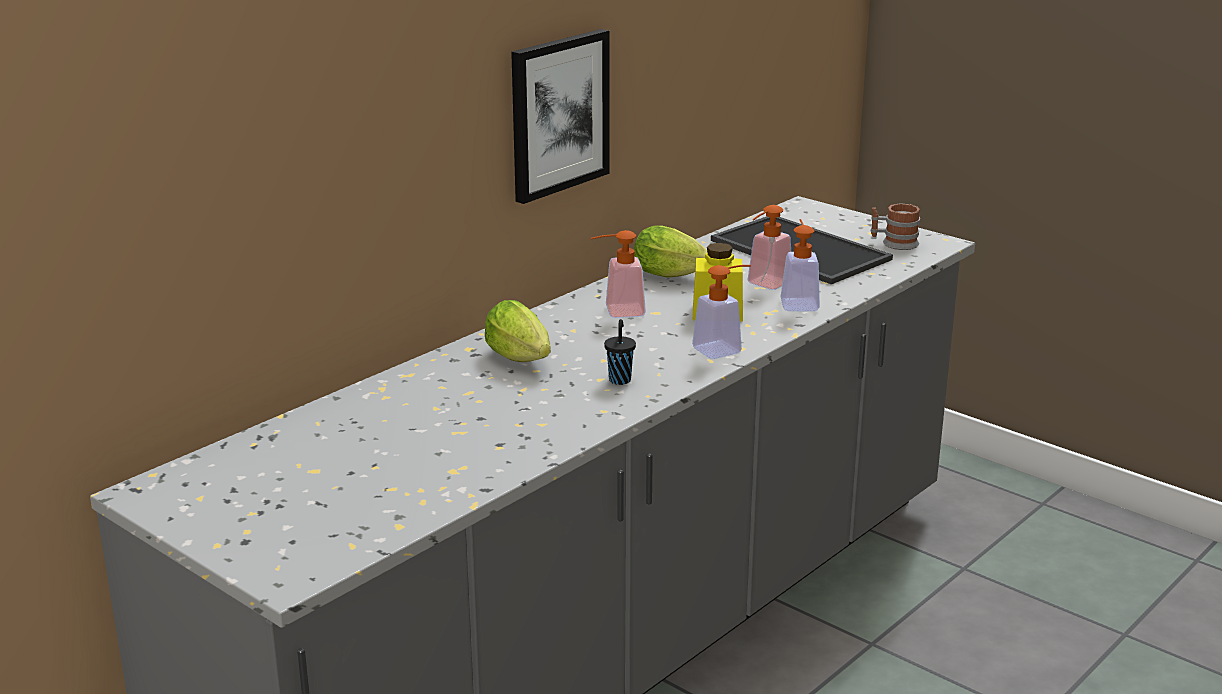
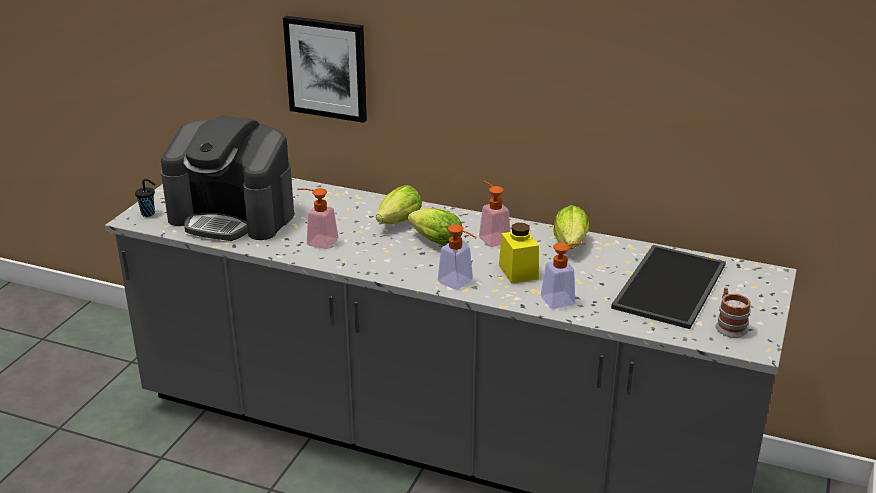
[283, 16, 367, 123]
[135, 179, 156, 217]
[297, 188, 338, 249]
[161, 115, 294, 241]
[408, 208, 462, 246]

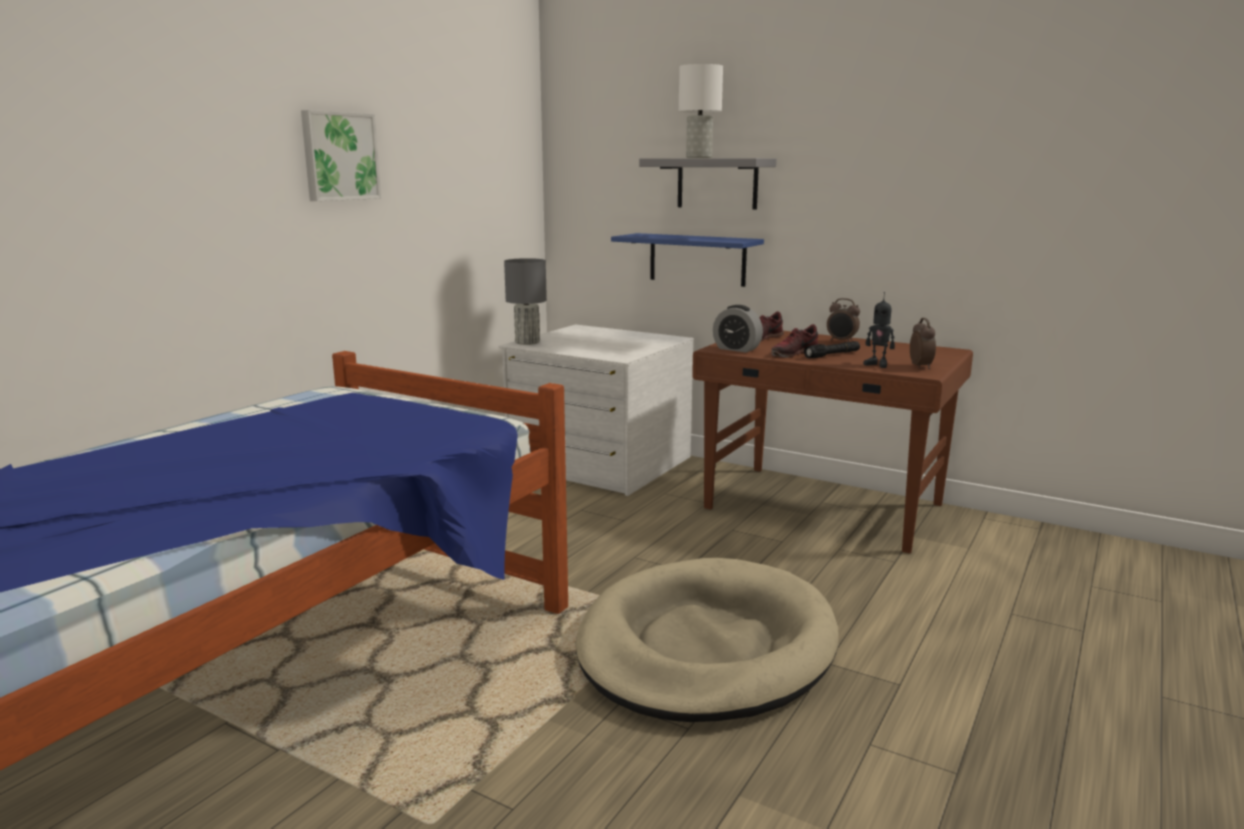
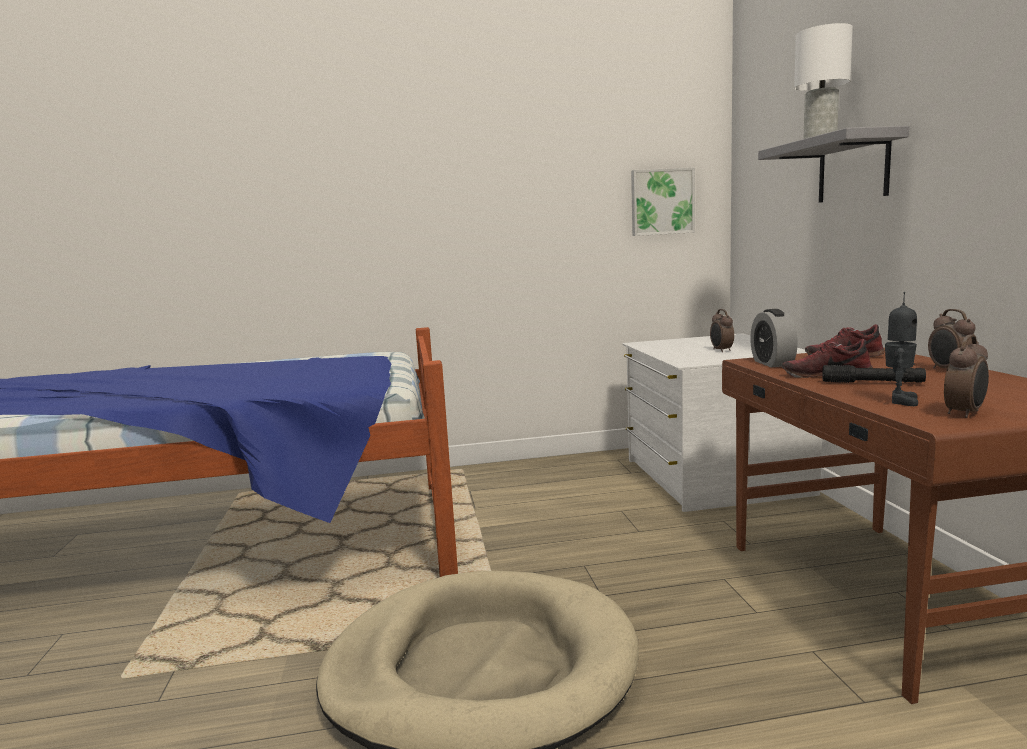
[631, 167, 695, 236]
[504, 258, 547, 345] (first image)
[611, 233, 764, 287] (first image)
[885, 292, 918, 406]
[710, 309, 734, 352]

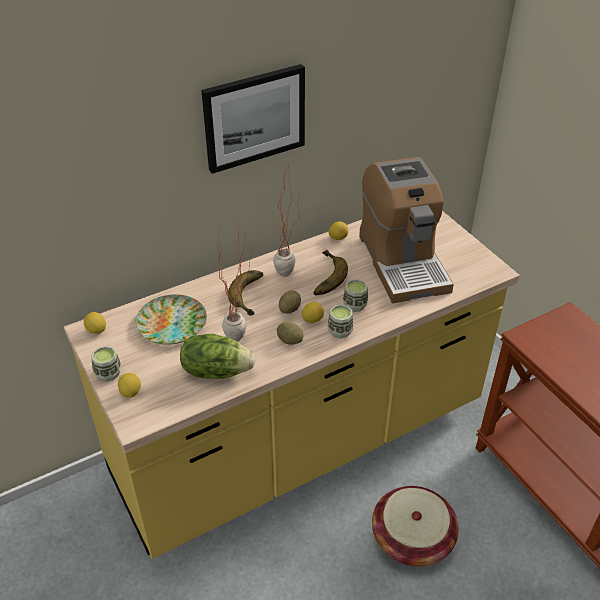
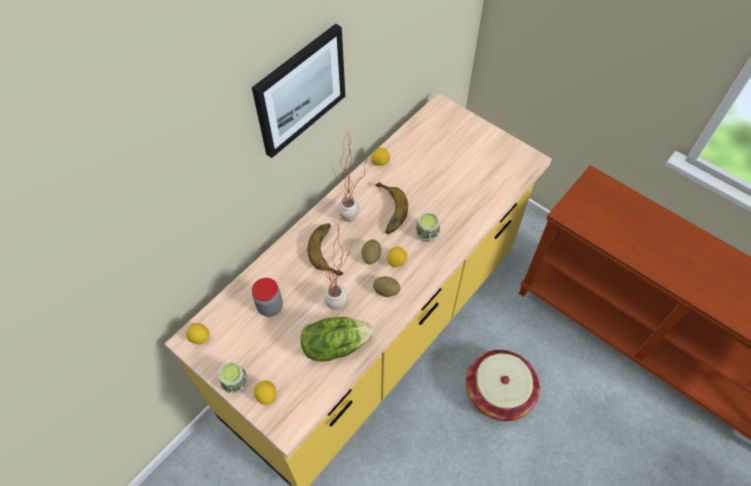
[252, 278, 283, 317]
[328, 304, 353, 339] (first image)
[359, 157, 454, 304] (first image)

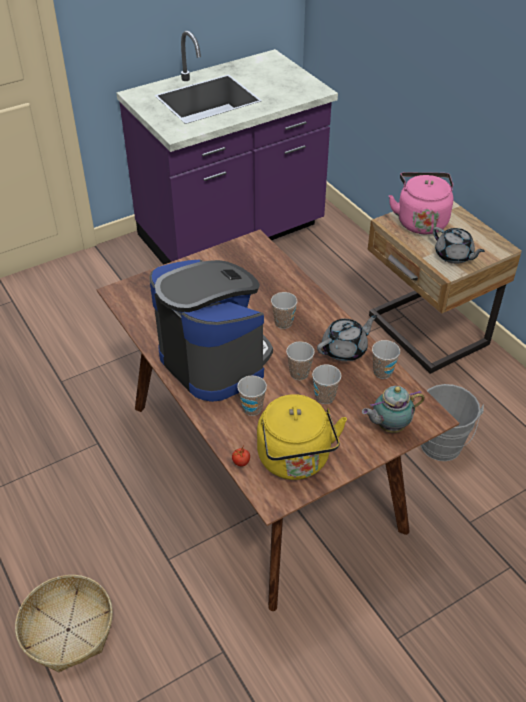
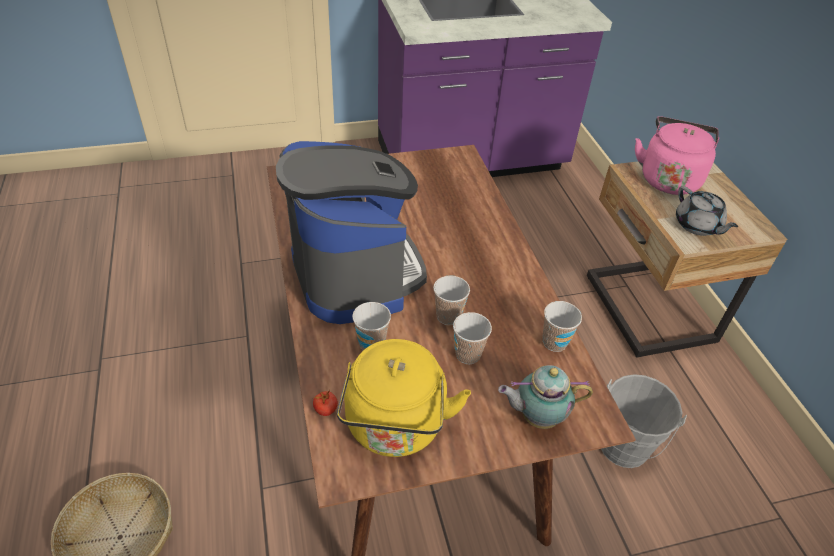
[271, 292, 297, 329] (first image)
[317, 315, 377, 361] (first image)

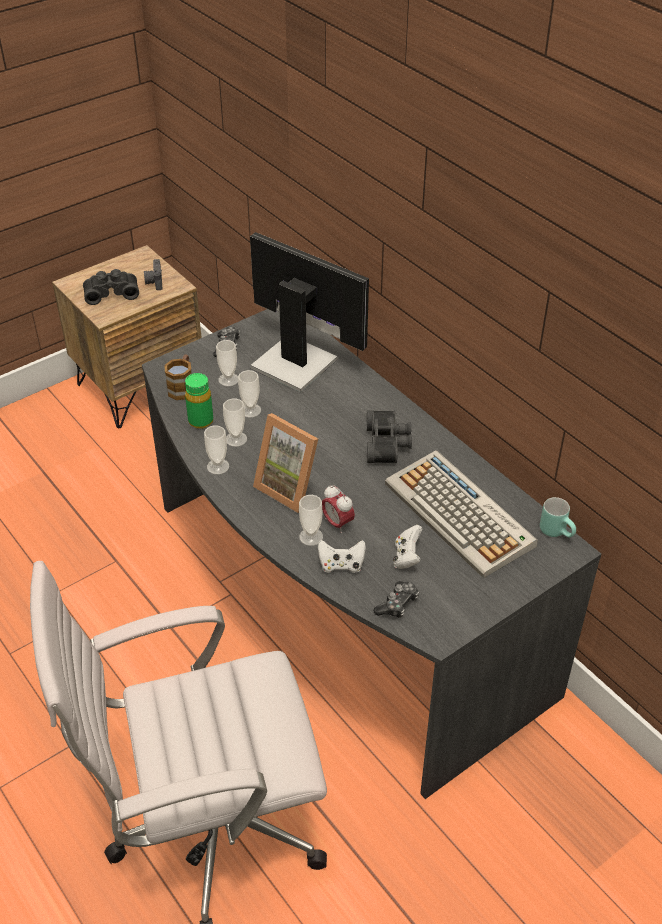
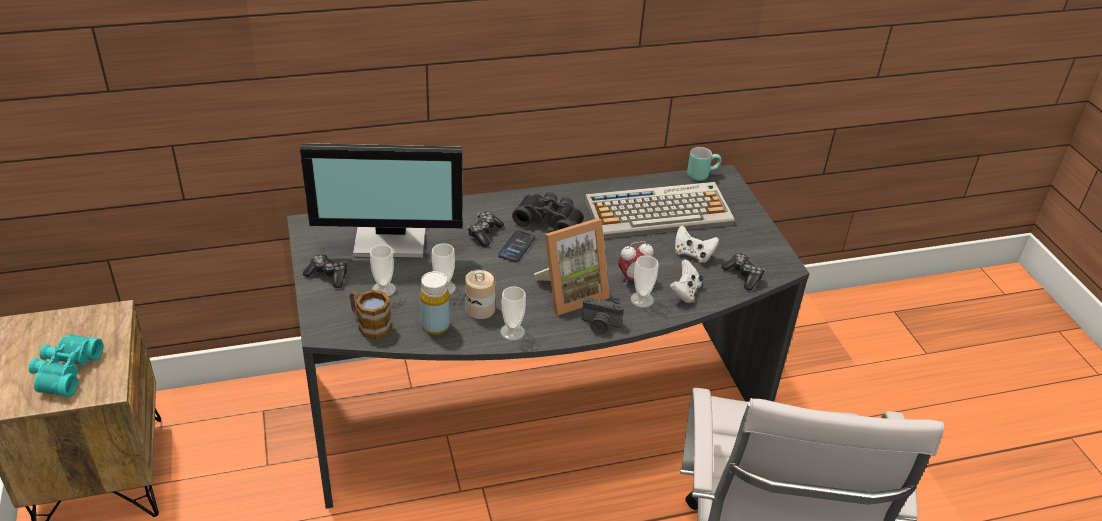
[29, 334, 103, 397]
[582, 297, 624, 334]
[420, 271, 450, 334]
[465, 269, 496, 319]
[300, 143, 463, 258]
[467, 211, 504, 247]
[498, 231, 535, 262]

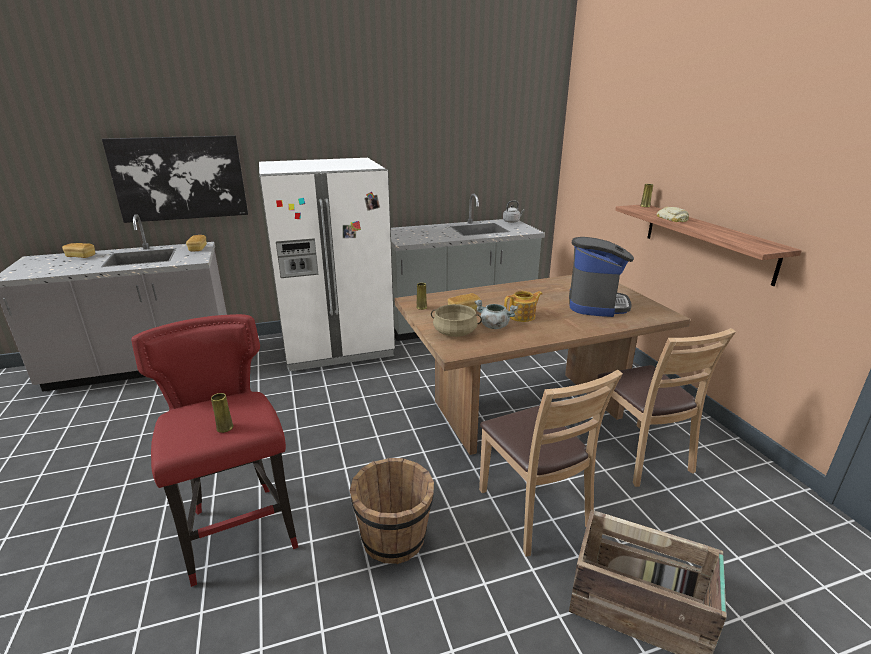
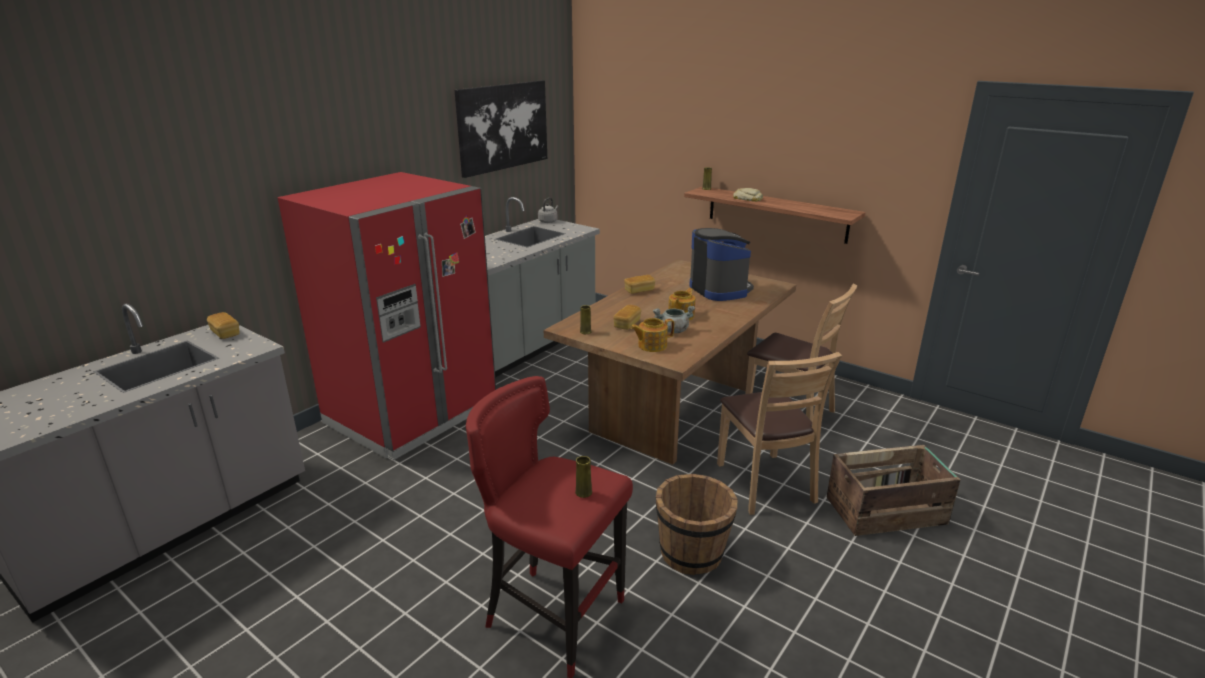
[624, 275, 655, 294]
[455, 80, 547, 178]
[278, 172, 496, 460]
[631, 318, 674, 352]
[717, 352, 842, 515]

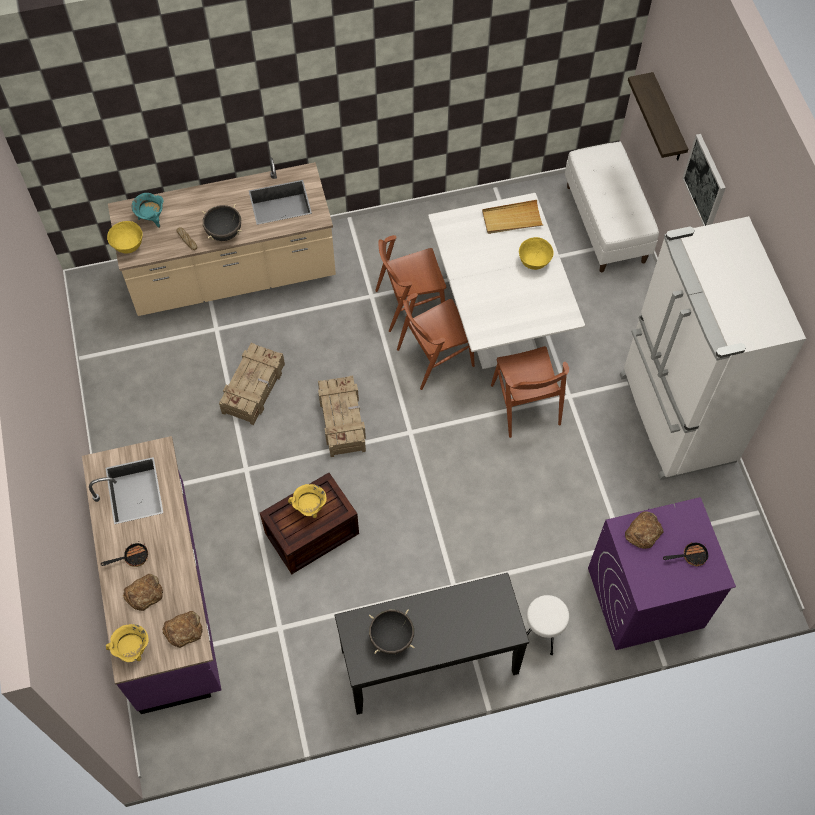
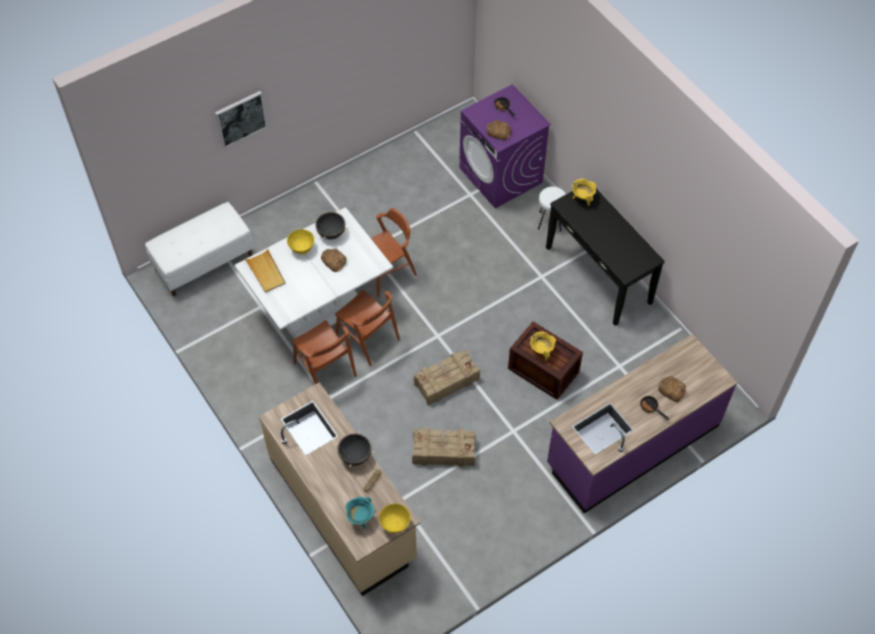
[572, 179, 596, 206]
[321, 248, 346, 272]
[313, 210, 348, 240]
[620, 216, 806, 480] (first image)
[628, 72, 688, 161] (first image)

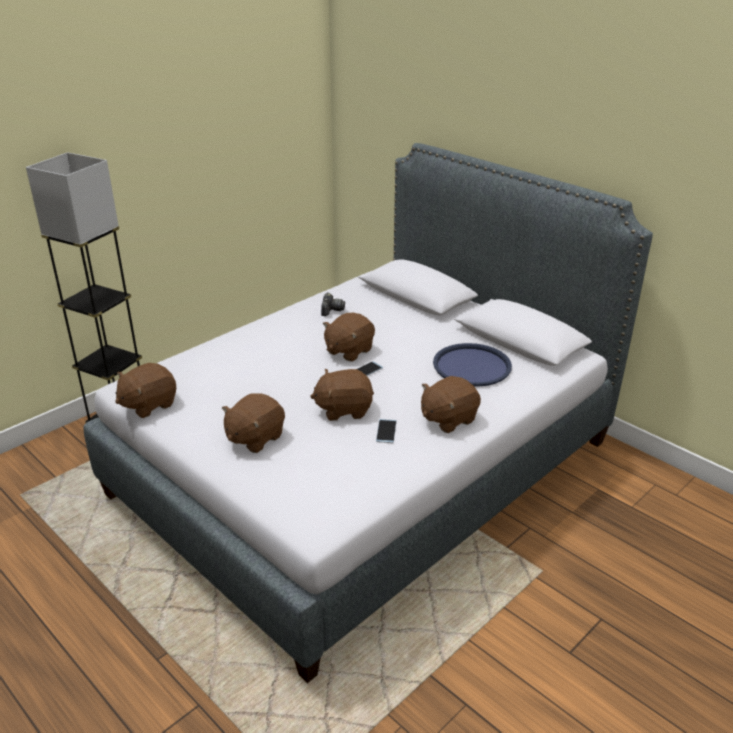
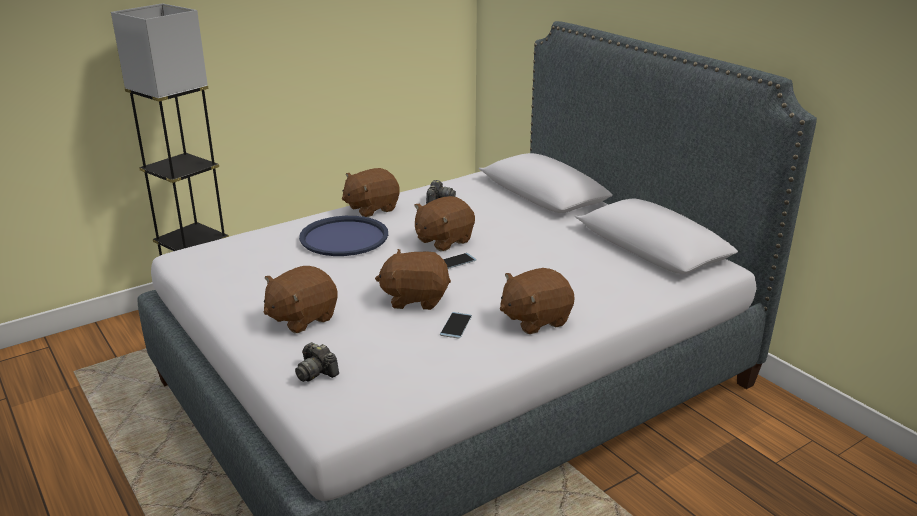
[342, 168, 399, 217]
[299, 216, 388, 256]
[295, 342, 339, 382]

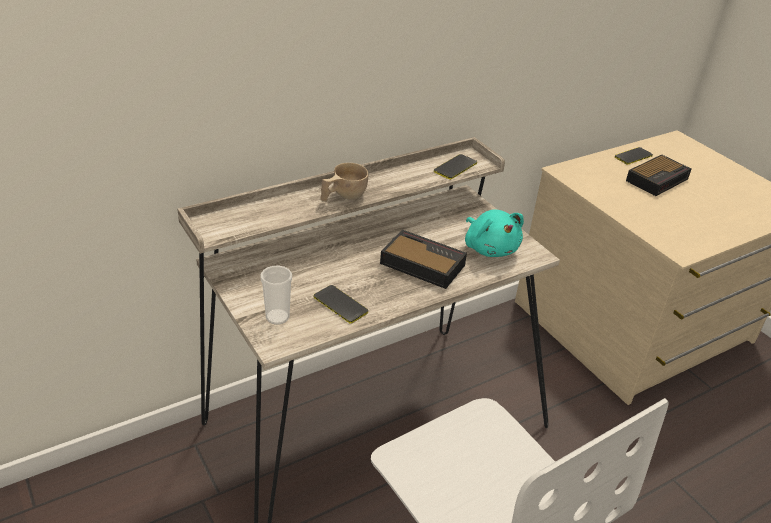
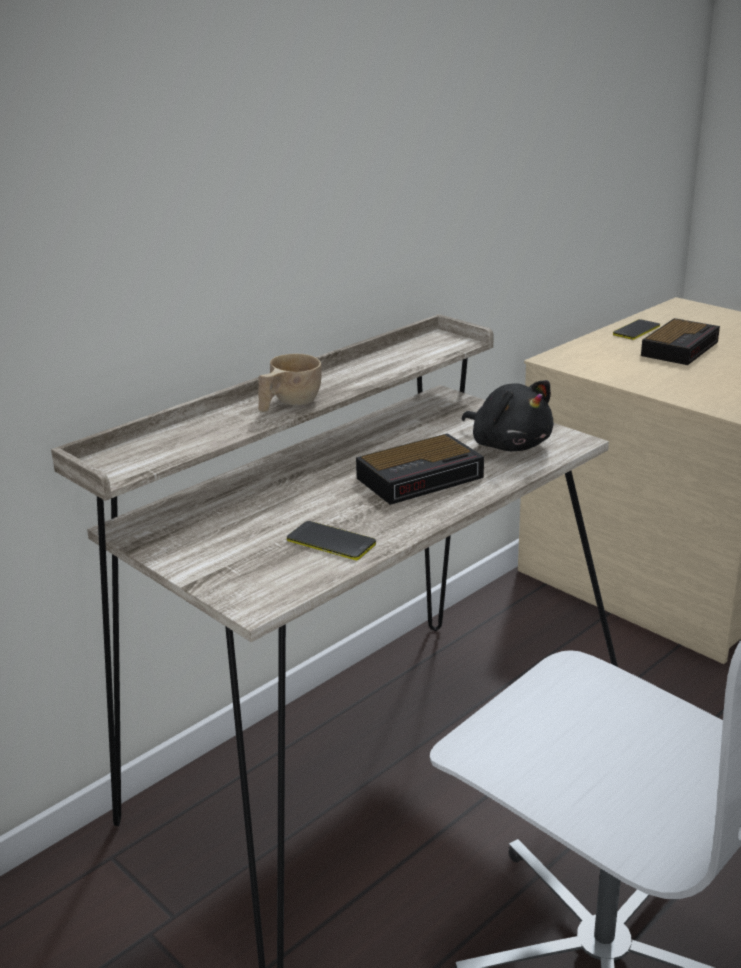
[260, 265, 292, 325] (first image)
[356, 433, 484, 505]
[434, 154, 477, 180] (first image)
[462, 380, 554, 451]

